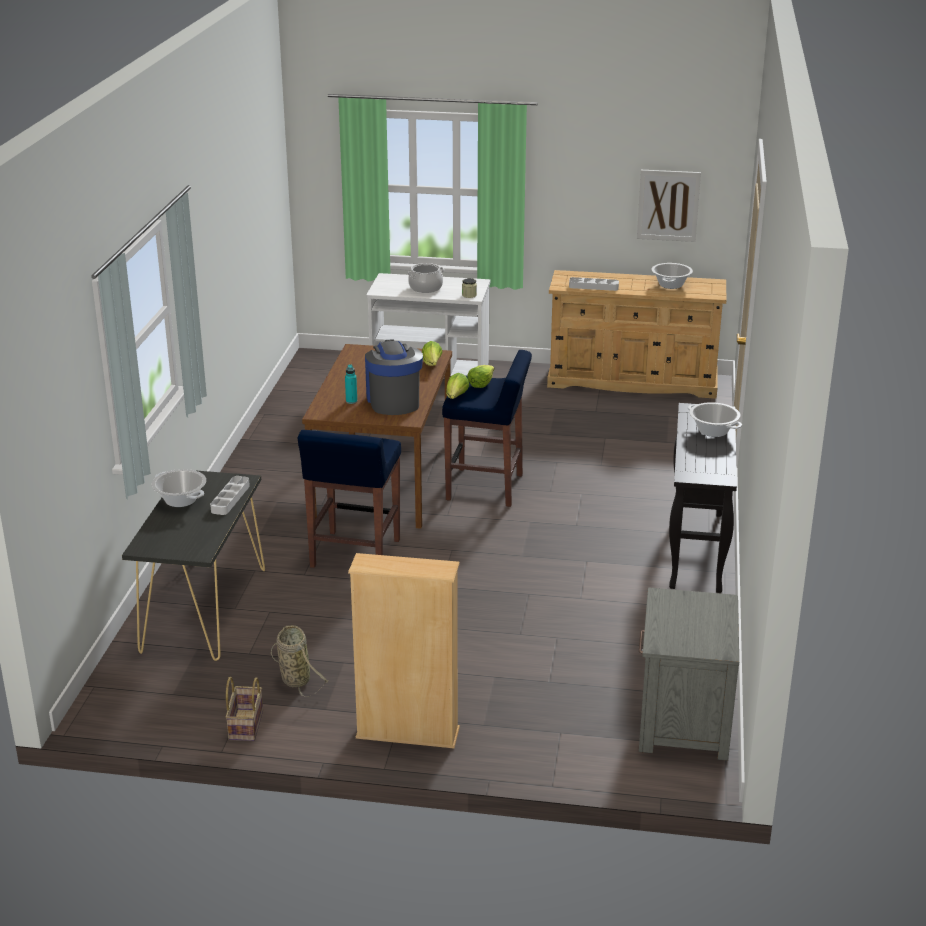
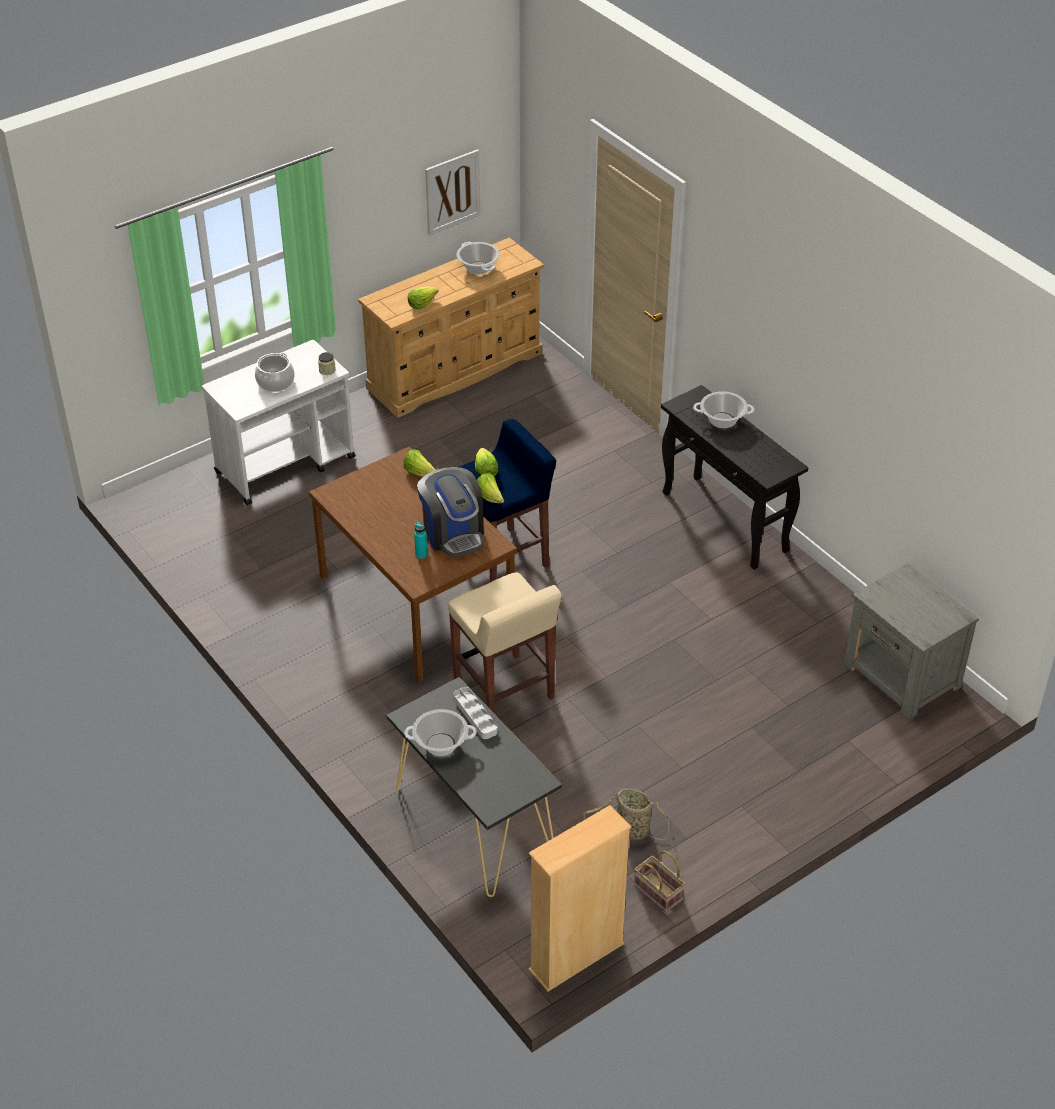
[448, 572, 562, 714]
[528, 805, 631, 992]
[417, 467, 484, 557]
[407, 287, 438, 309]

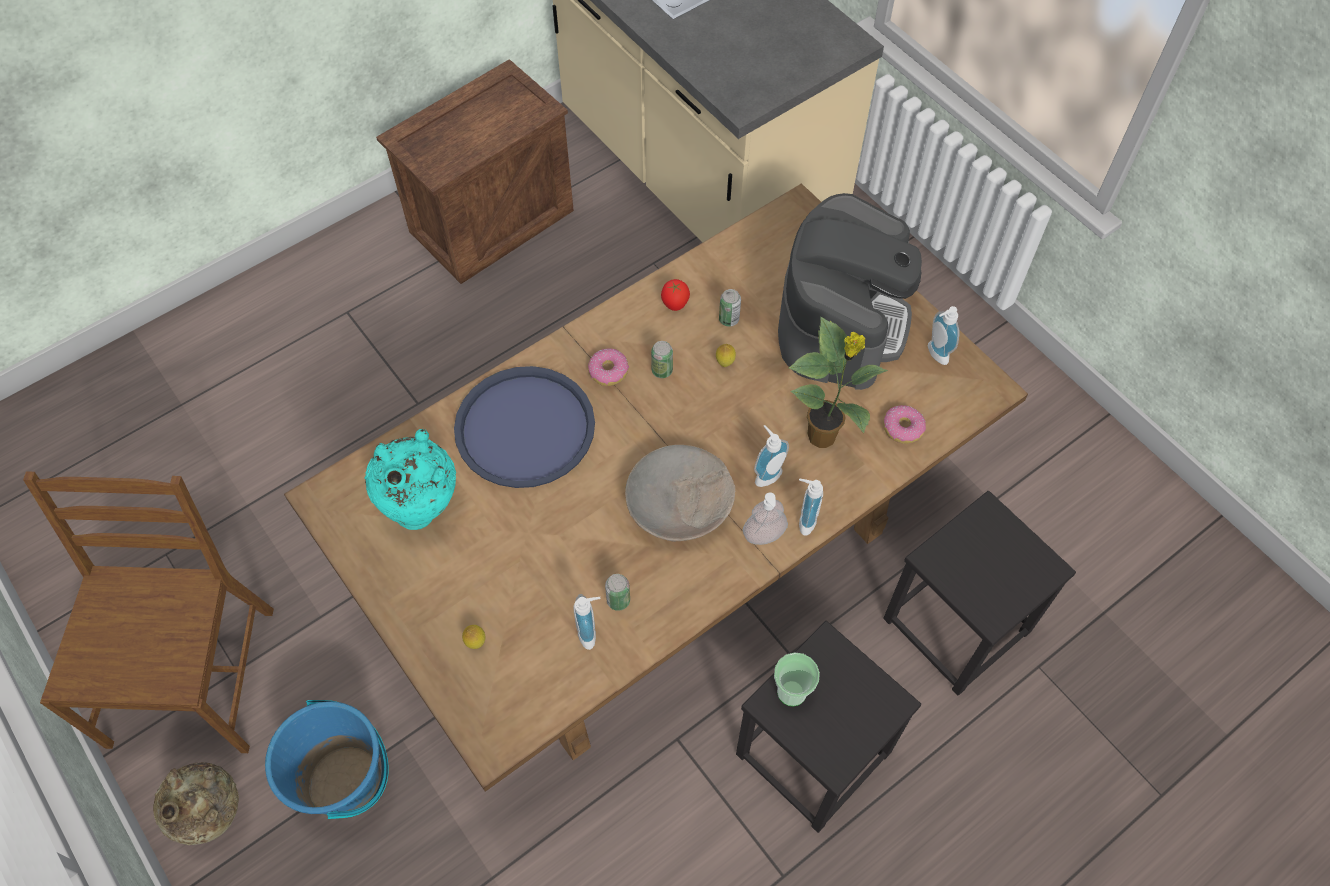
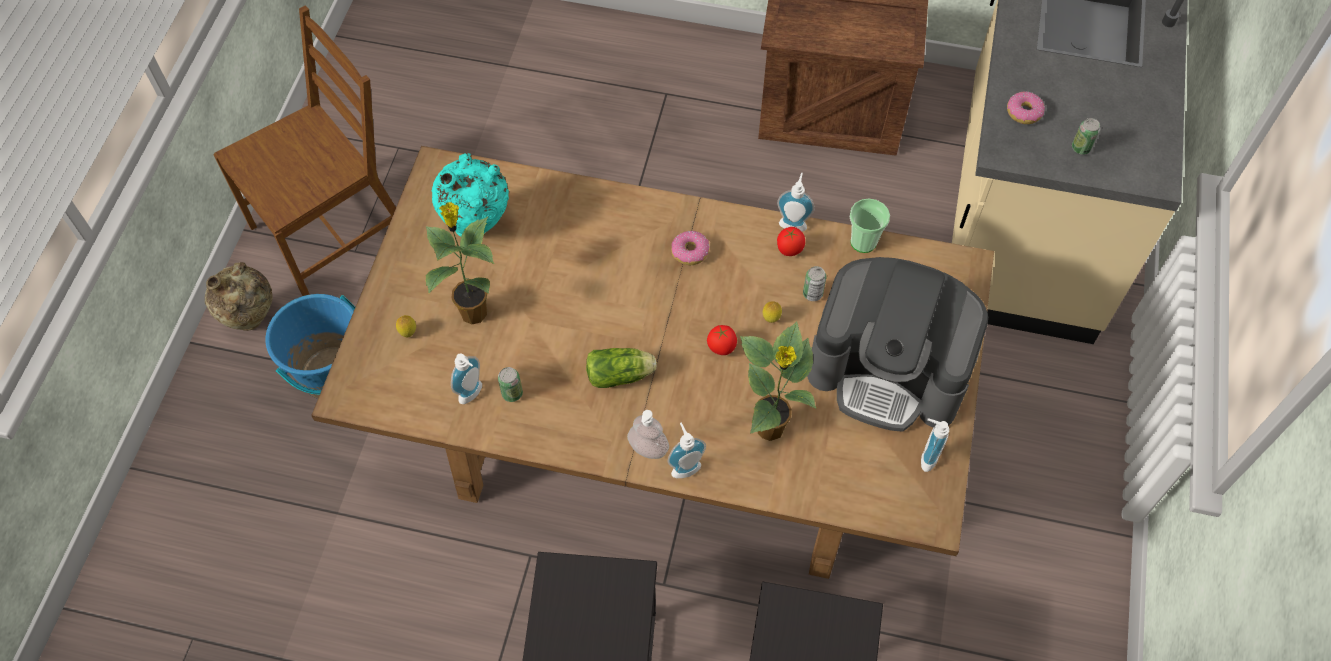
[454, 366, 595, 488] (first image)
[586, 348, 657, 388]
[1072, 118, 1100, 155]
[777, 173, 815, 232]
[850, 199, 890, 253]
[807, 257, 988, 432]
[1007, 92, 1045, 124]
[426, 202, 494, 324]
[707, 325, 737, 355]

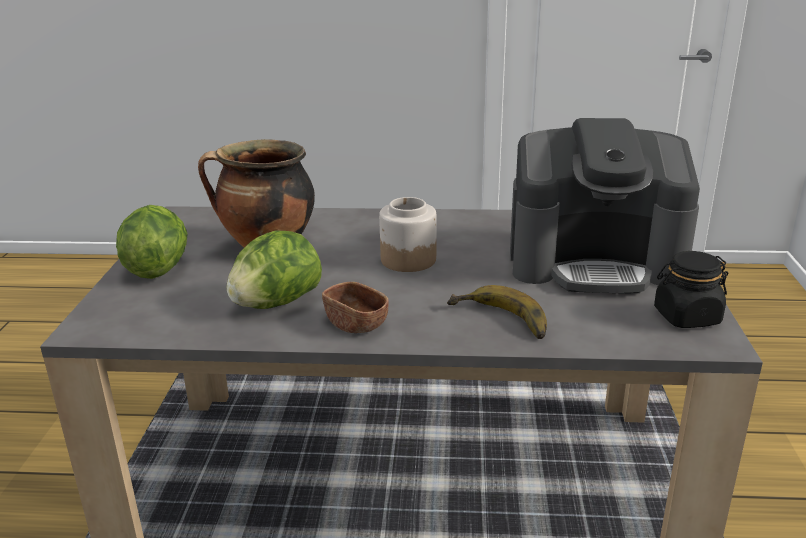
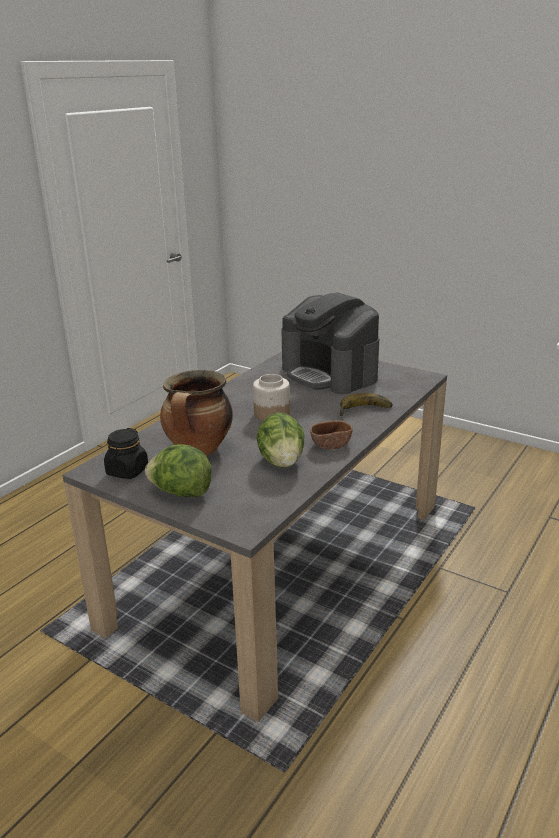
[281, 292, 379, 394]
[104, 428, 148, 479]

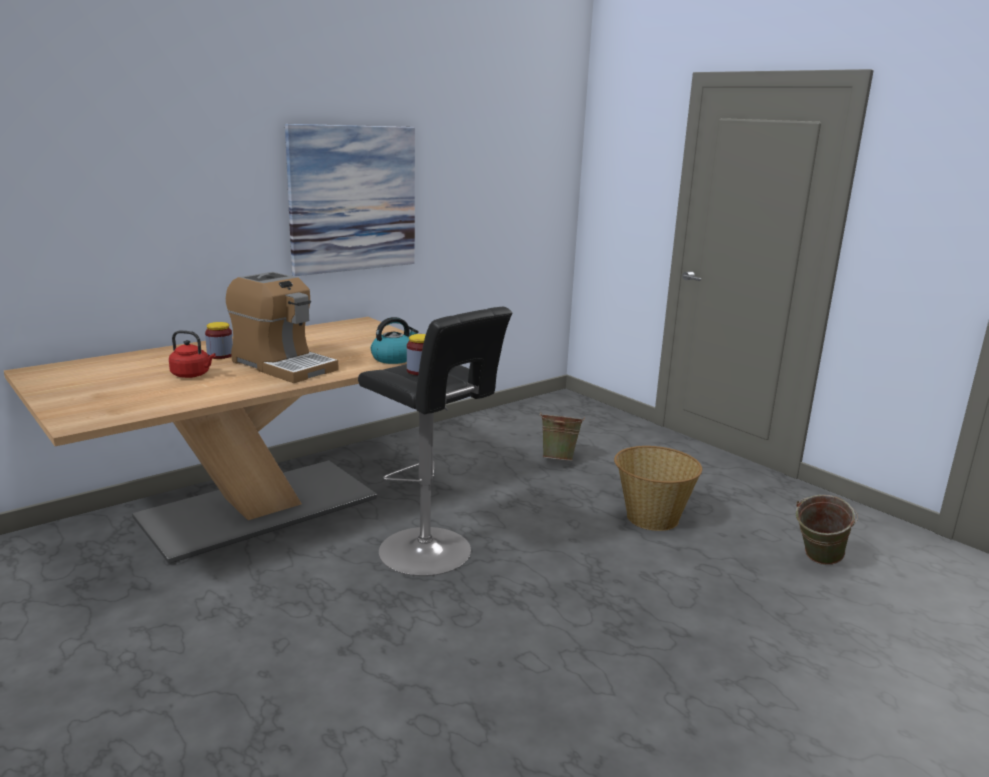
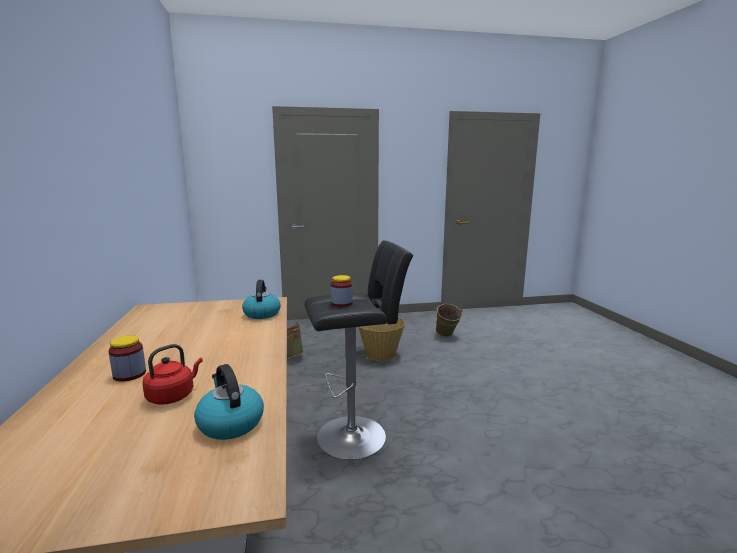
[226, 272, 339, 383] (first image)
[285, 124, 415, 276] (first image)
[194, 364, 264, 440]

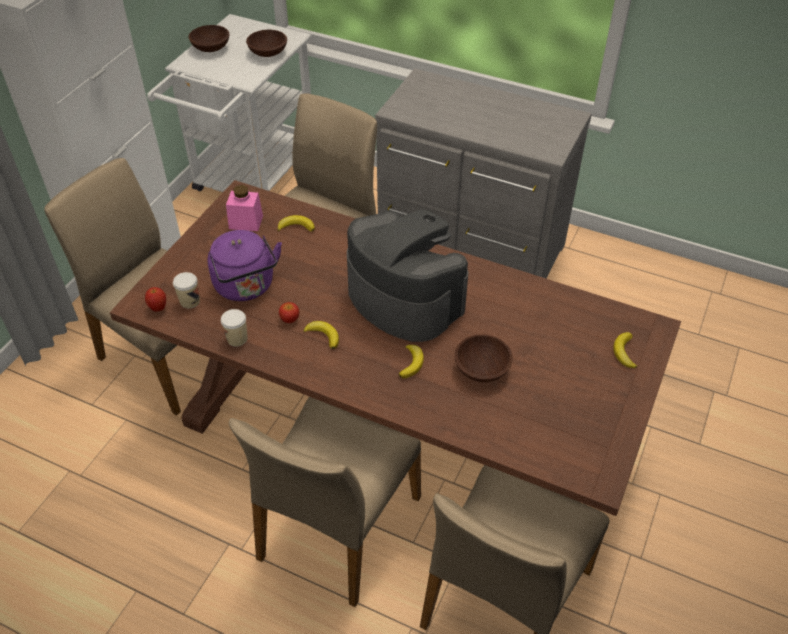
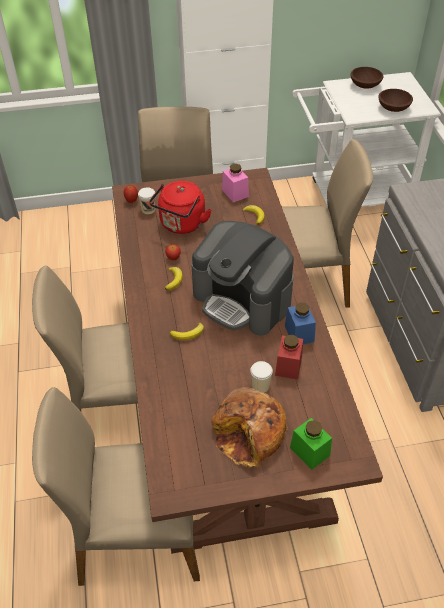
[149, 181, 212, 234]
[250, 361, 273, 393]
[191, 221, 294, 336]
[454, 334, 513, 382] (first image)
[290, 418, 332, 470]
[211, 387, 288, 468]
[275, 335, 303, 380]
[285, 302, 316, 344]

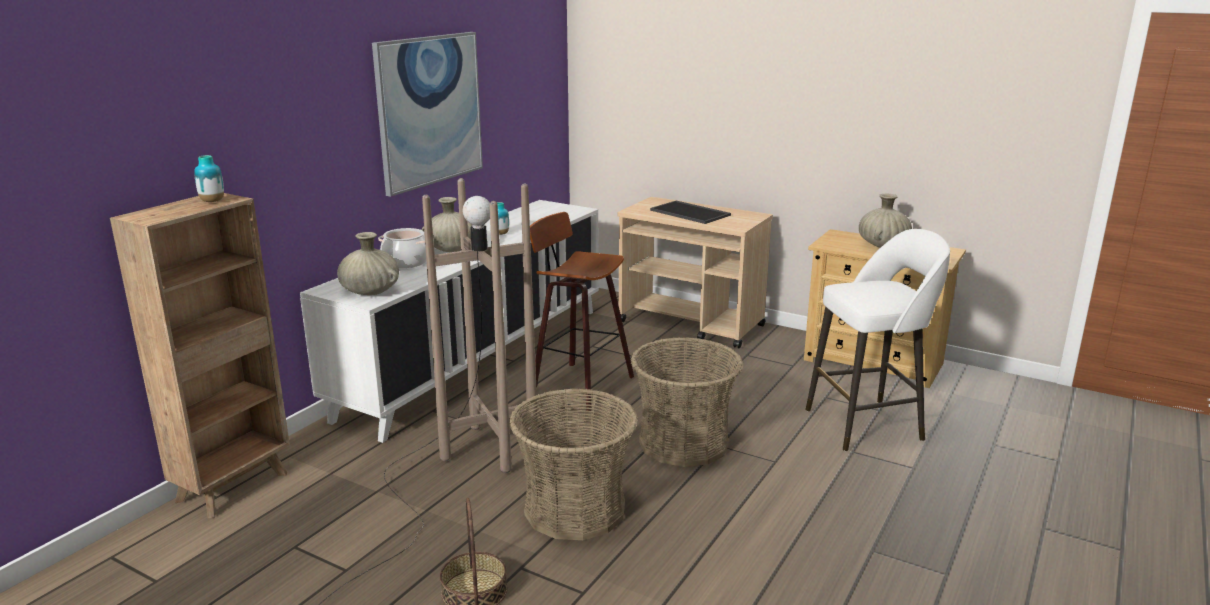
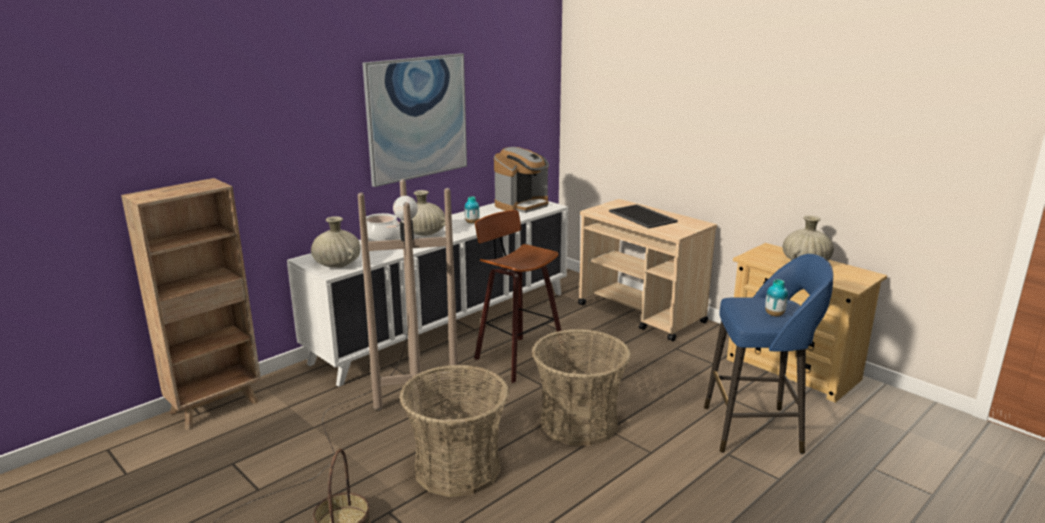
[765, 279, 788, 316]
[704, 254, 833, 454]
[494, 147, 549, 213]

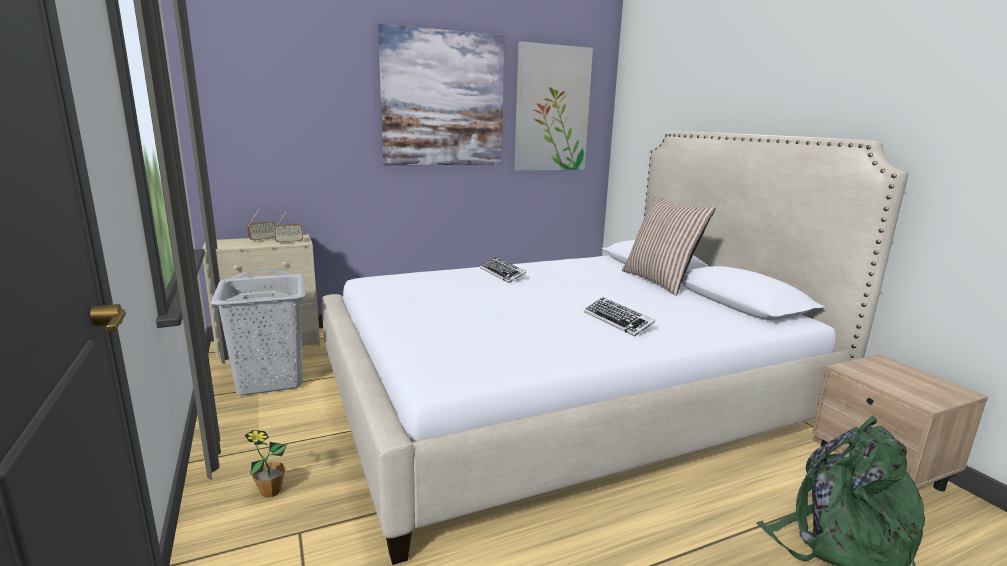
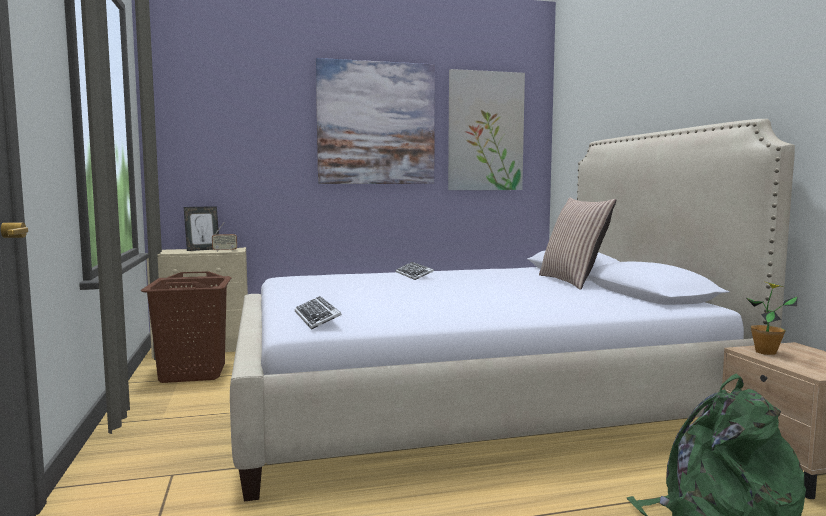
[141, 271, 231, 383]
[745, 281, 798, 355]
[184, 206, 219, 251]
[295, 296, 342, 330]

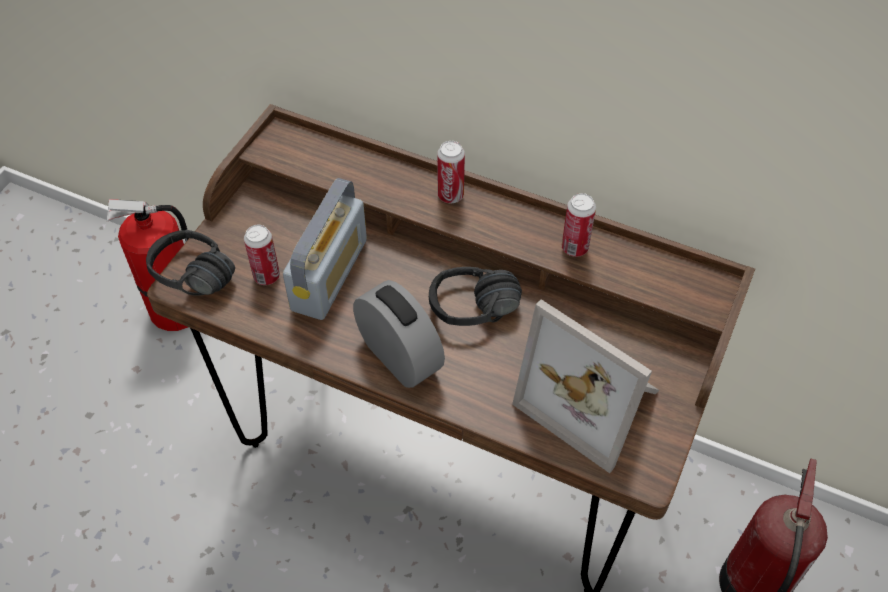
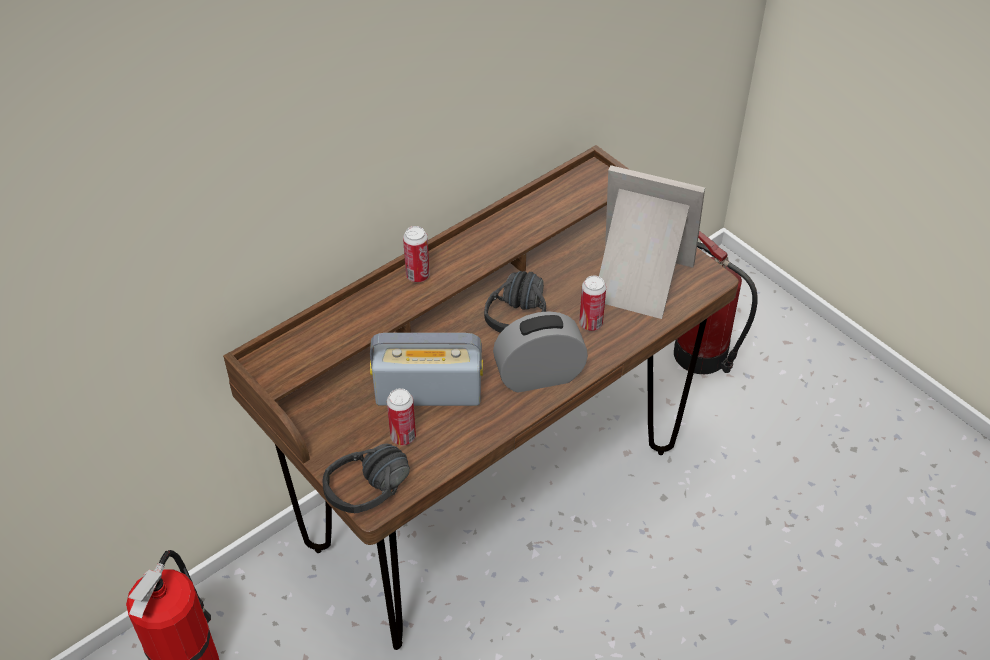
[370, 333, 483, 406]
[599, 165, 705, 319]
[579, 276, 606, 331]

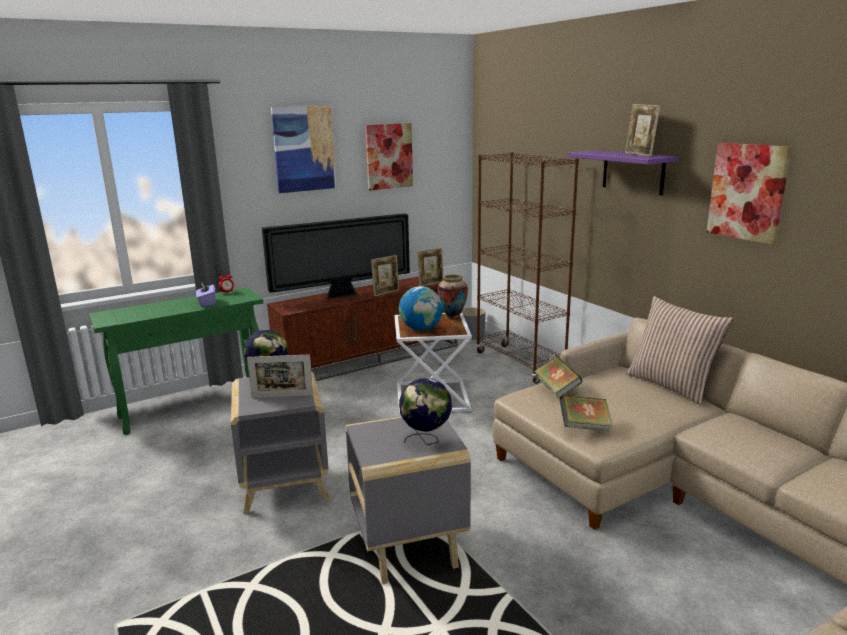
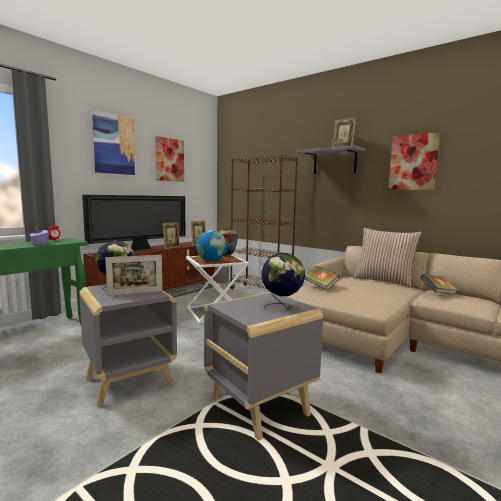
[421, 274, 457, 295]
[296, 145, 366, 174]

